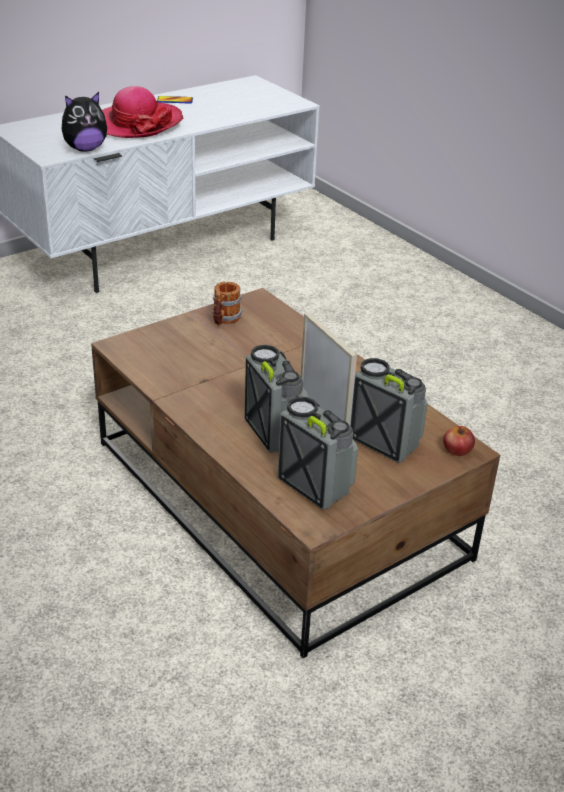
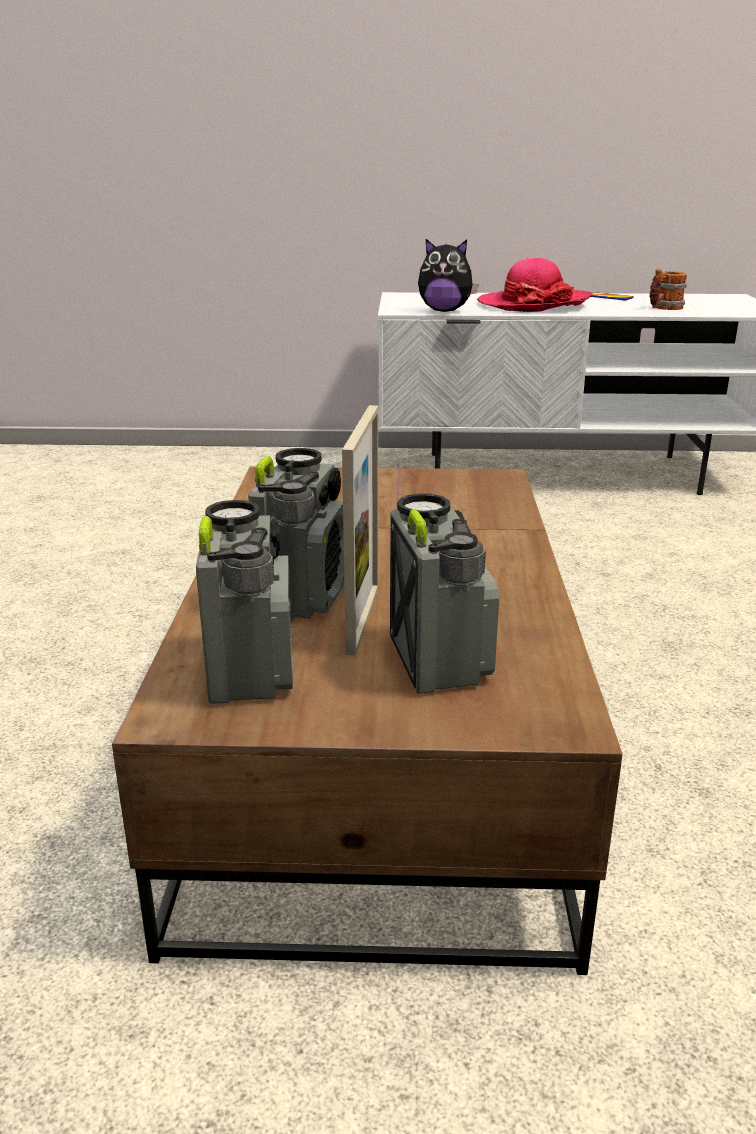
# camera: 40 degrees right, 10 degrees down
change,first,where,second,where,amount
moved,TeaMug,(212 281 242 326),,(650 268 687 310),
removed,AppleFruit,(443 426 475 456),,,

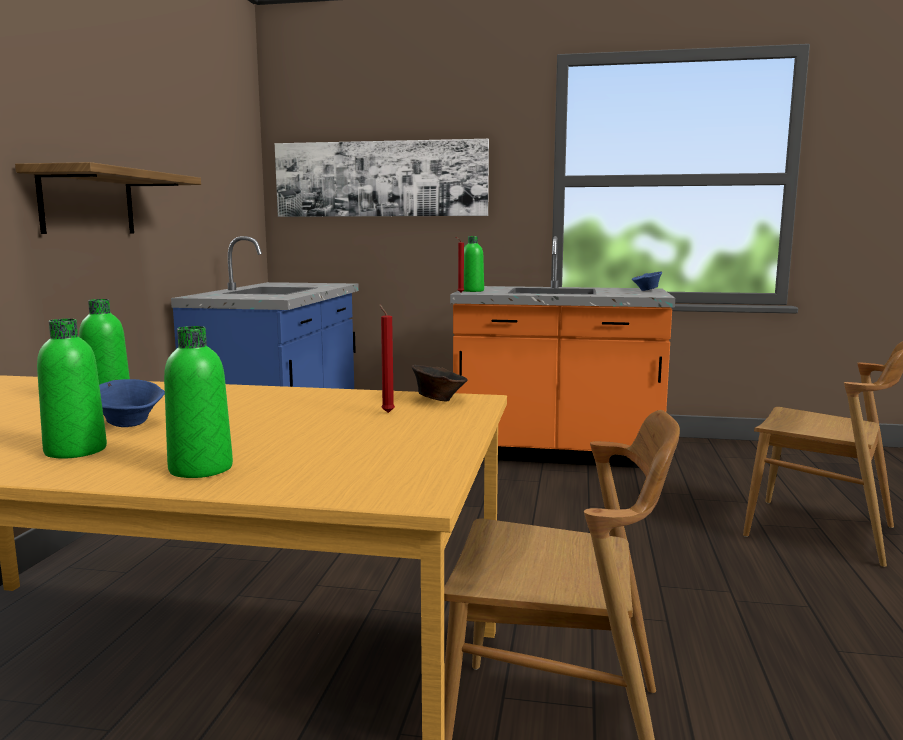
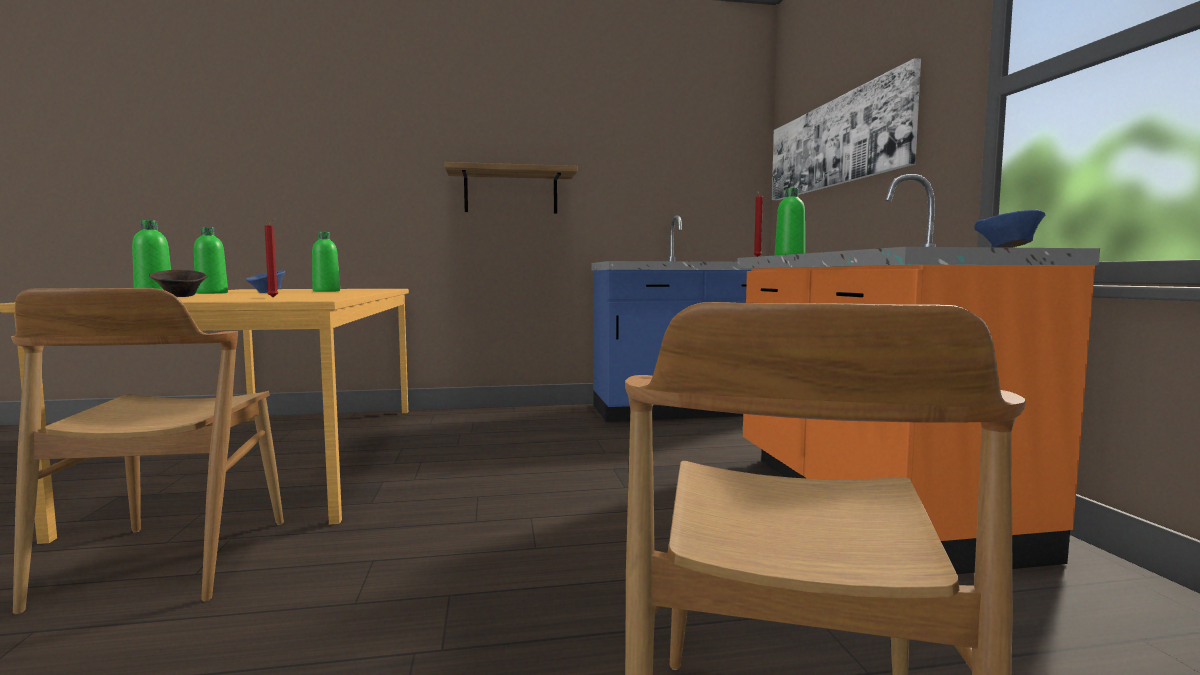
# camera: 70 degrees right, 5 degrees down
change,first,where,second,where,amount
moved,BrownDeepDish,(412 365 468 401),,(149 270 208 297),

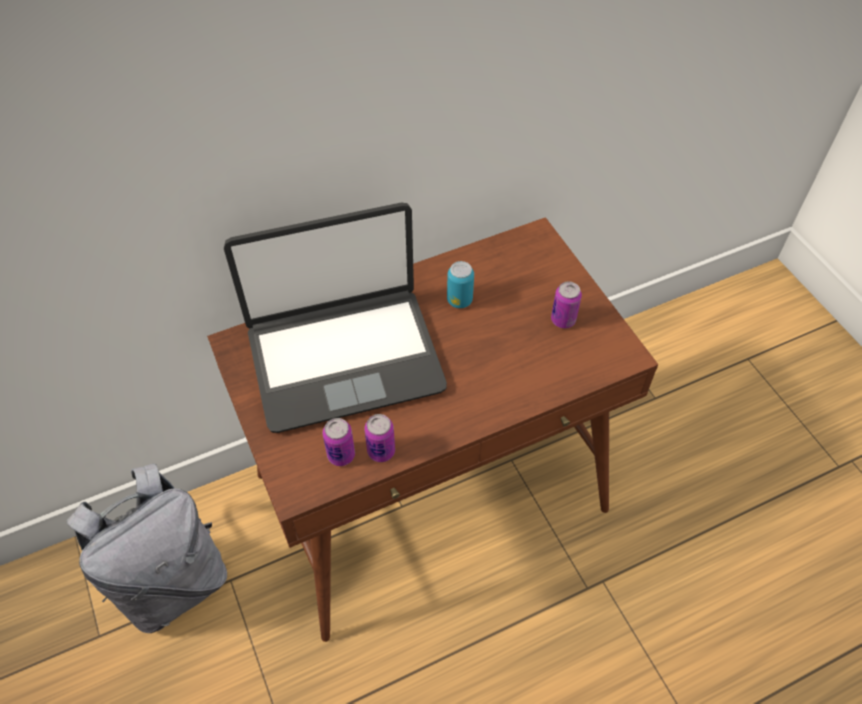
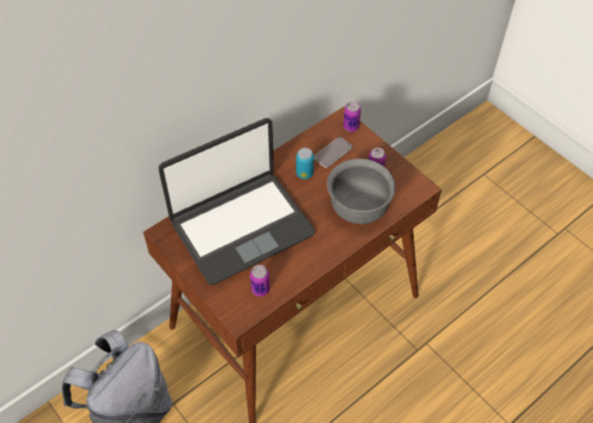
# camera: 15 degrees left, 0 degrees up
change,first,where,second,where,amount
moved,SealedCan,(364 414 395 462),,(343 101 361 132),
added,,,Phone,(314 137 352 168),
added,,,GreyDeepDish,(327 159 395 224),

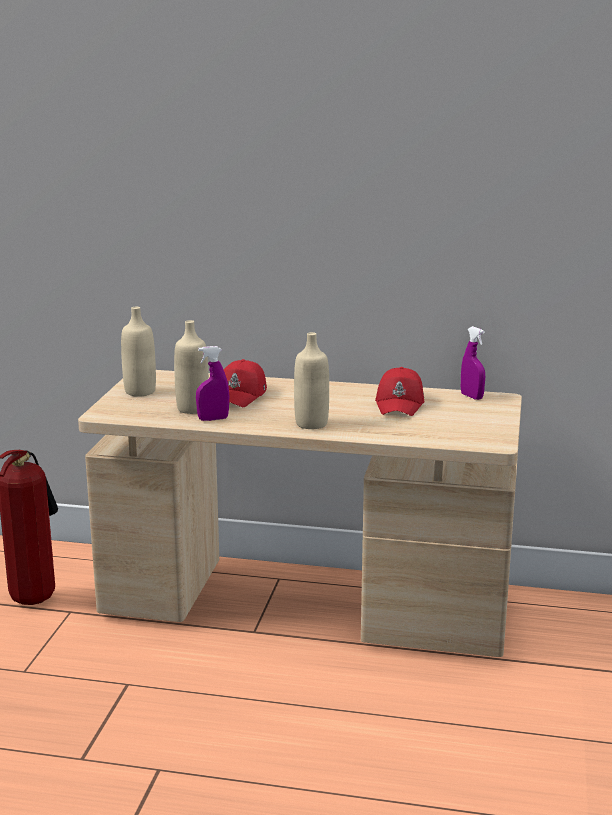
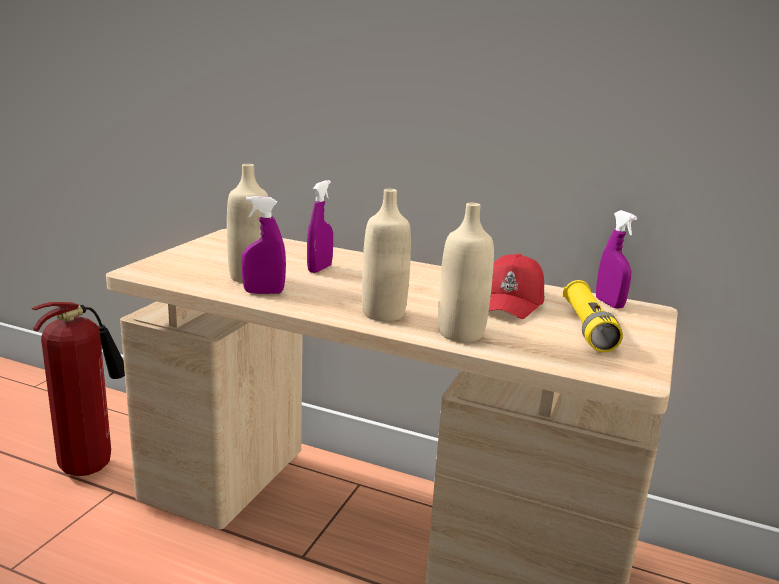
# camera: 10 degrees right, 0 degrees up
change,first,where,second,where,amount
moved,BeigeBottle,(121 306 156 397),,(438 203 494 343),
replaced,ReddishCap,(223 359 267 407),PurplishSprayer,(307 180 333 273),
added,,,YellowColouredFlashlight,(563 280 623 352),

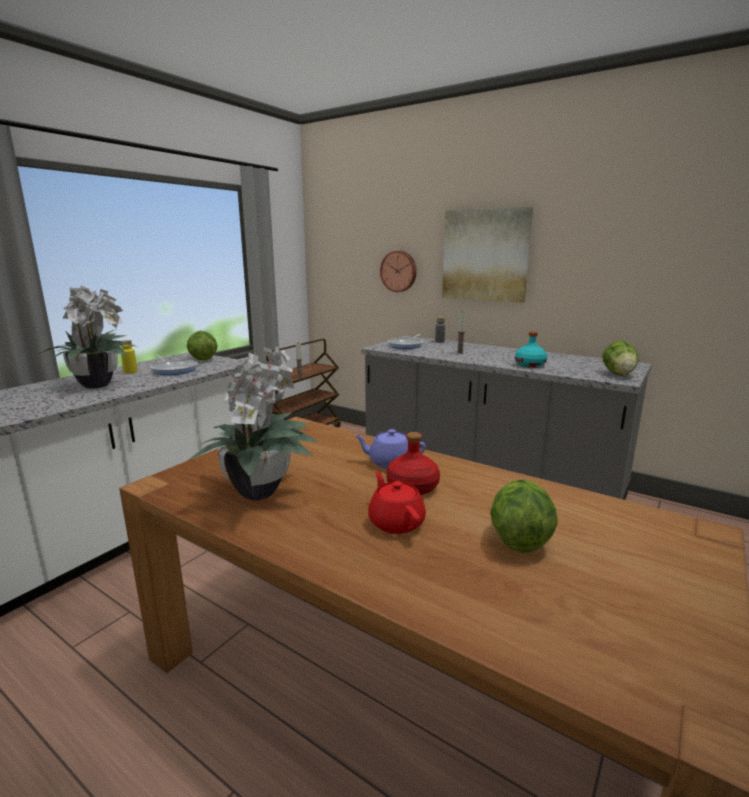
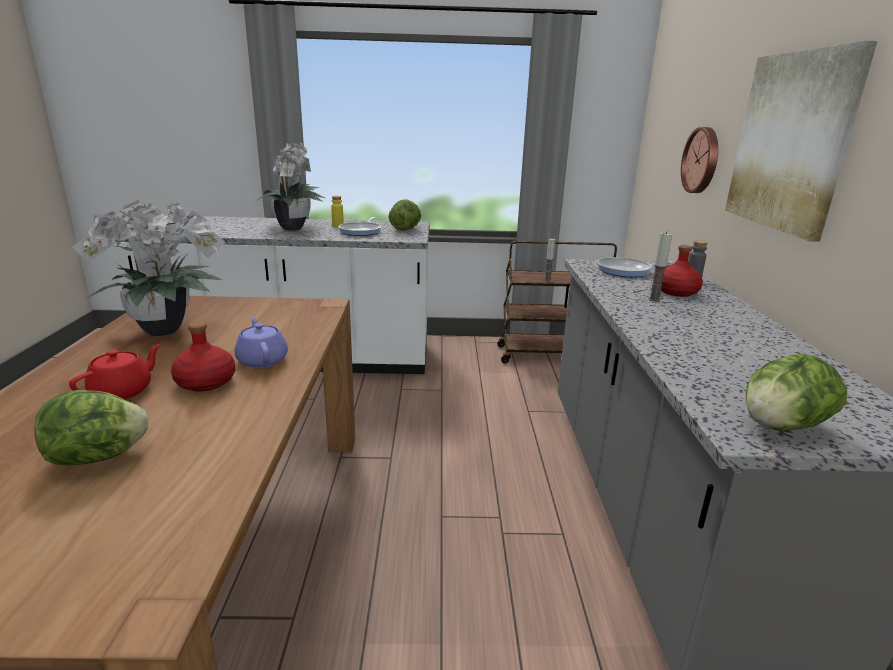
# camera: 55 degrees right, 5 degrees up
change,first,where,second,where,amount
removed,TurquoiseBottle,(515 331 547 368),,,
added,,,ReddishBottle,(661 245 703 297),

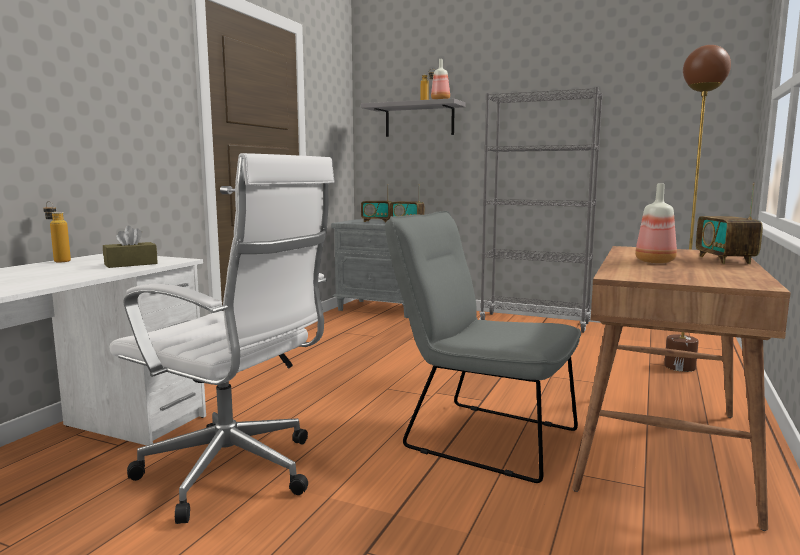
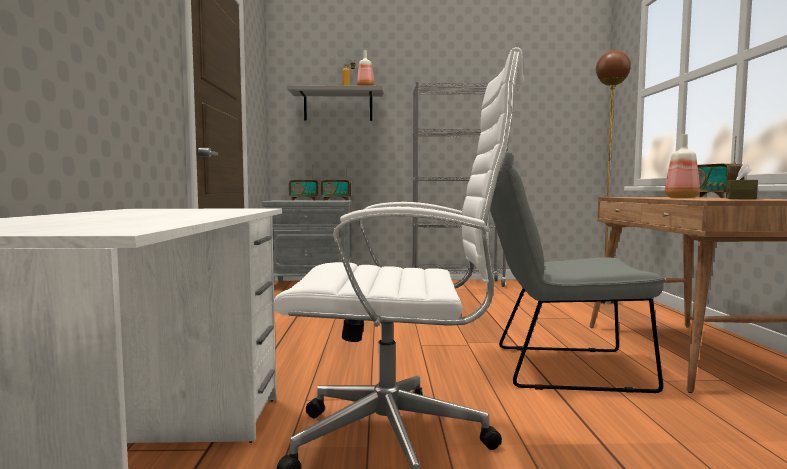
# camera: 25 degrees left, 5 degrees down
change,first,where,second,where,amount
removed,Bottle,(43 201 71 262),,,
moved,BrownTissueHolder,(103 225 158 268),,(726 162 758 199),

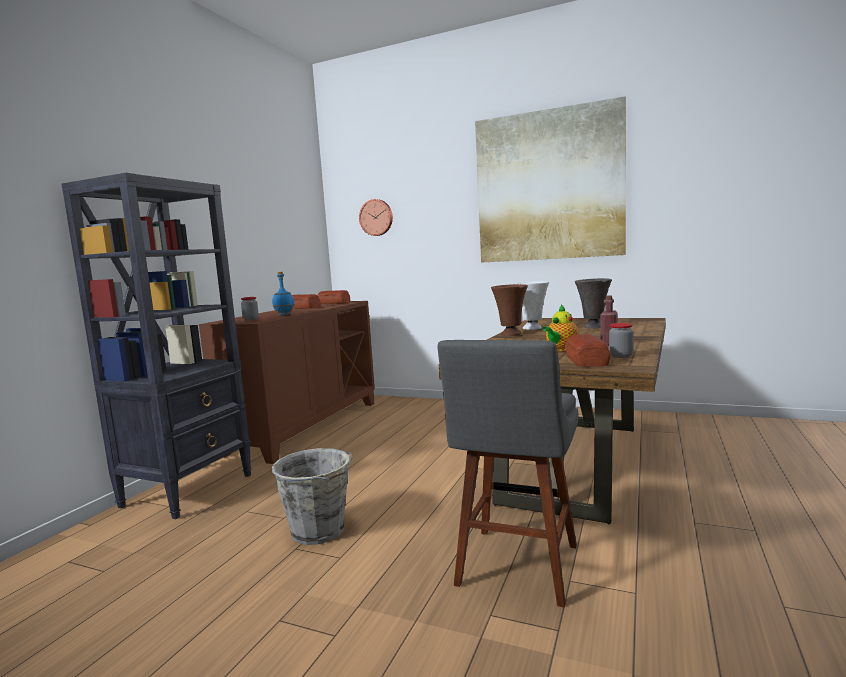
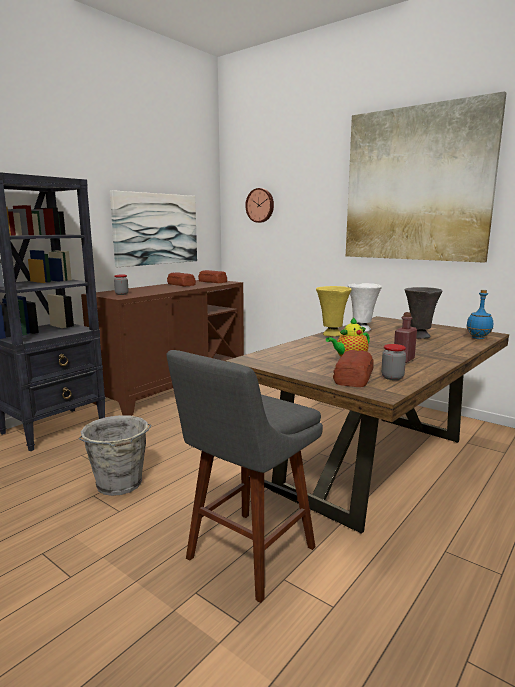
# camera: 15 degrees right, 5 degrees up
change,first,where,second,where,amount
moved,BlueColouredBottle,(272 272 295 315),,(466 290 493 339),
recoloured,BrownFlowerVase,(491 284 528 336),YellowColouredFlowerVase,(316 286 352 337),
added,,,WallPicture,(110 190 197 267),

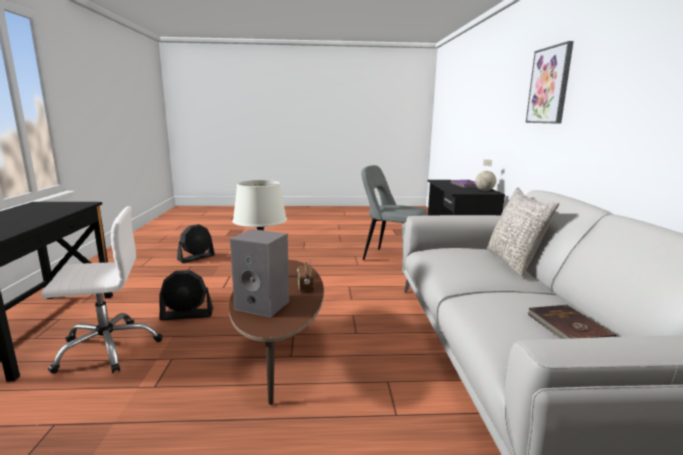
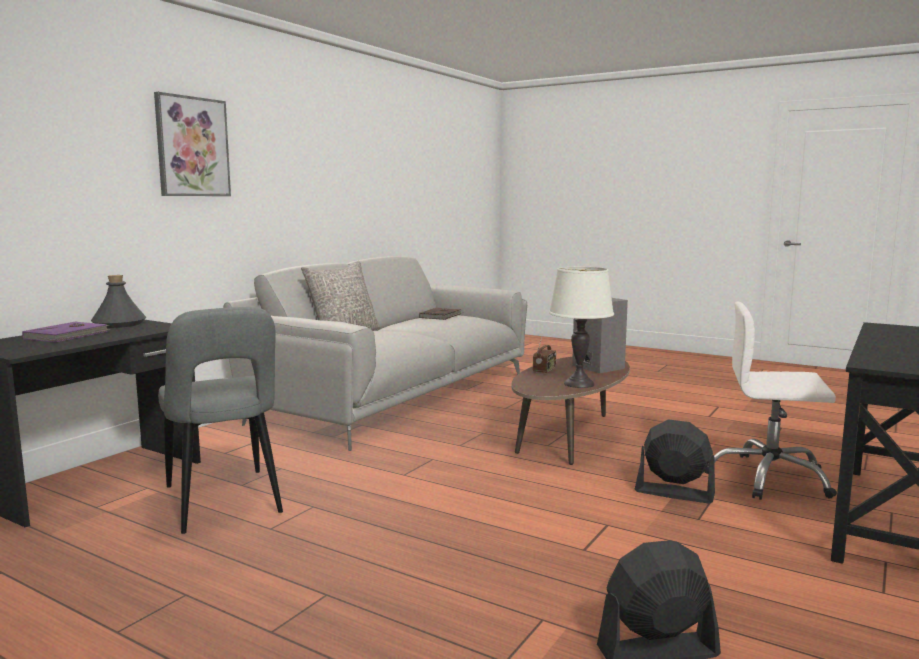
# camera: 145 degrees left, 5 degrees down
change,first,where,second,where,amount
replaced,Globe,(475 159 496 191),GreyBottle,(91 275 146 328),

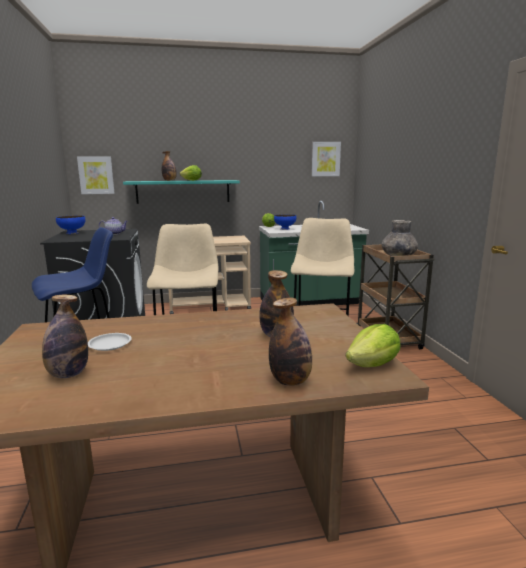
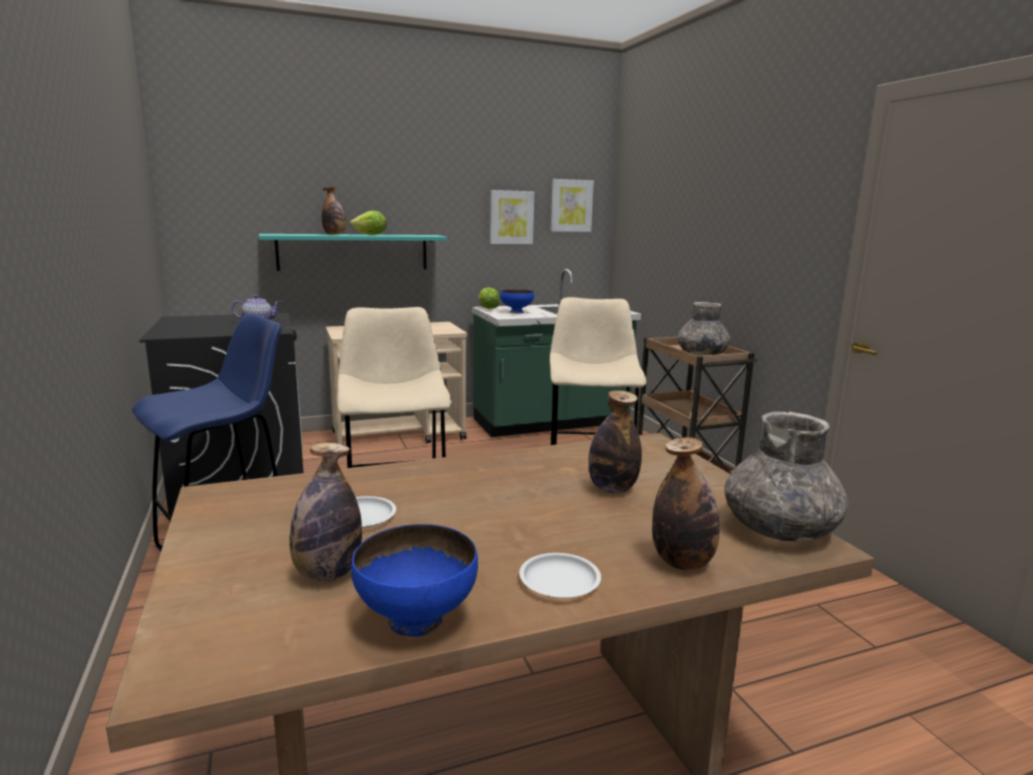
# camera: 10 degrees left, 0 degrees up
change,first,where,second,where,amount
moved,BlueColouredDeepDish,(56 215 85 234),,(351 524 478 637),
moved,WallPicture,(77 157 115 194),,(490 190 534 244),
replaced,LettuceHead,(346 324 401 367),GreyFlowerVase,(725 412 848 542),
added,,,WhiteFlatDish,(519 553 601 598),

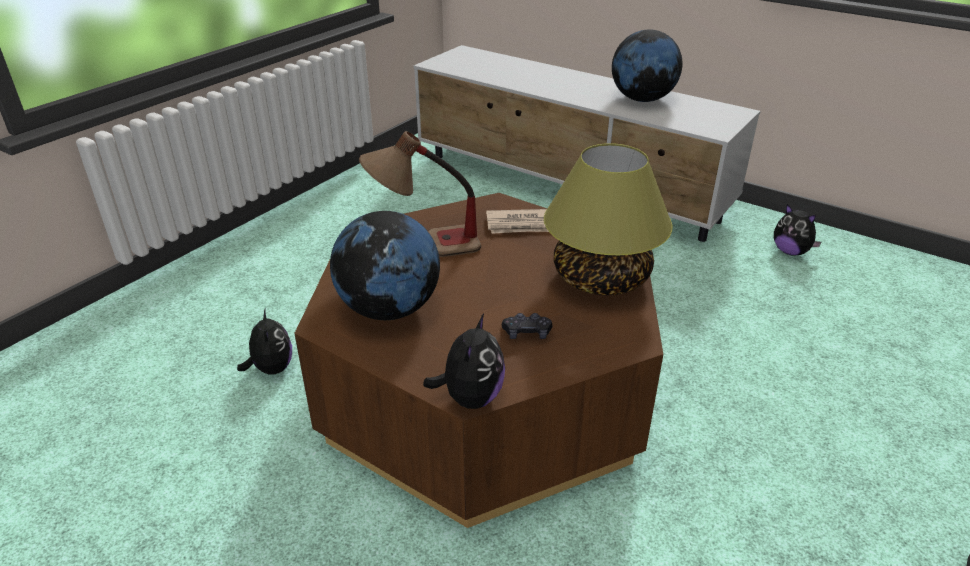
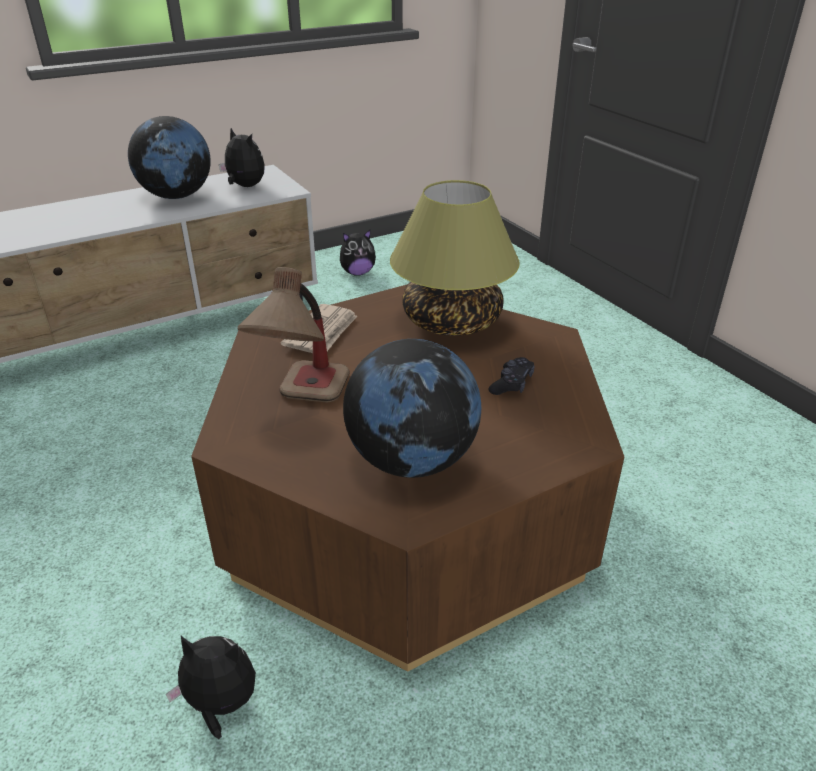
# camera: 65 degrees left, 0 degrees up
change,first,where,second,where,amount
moved,PlushToy,(423 313 505 409),,(219 128 265 187),

